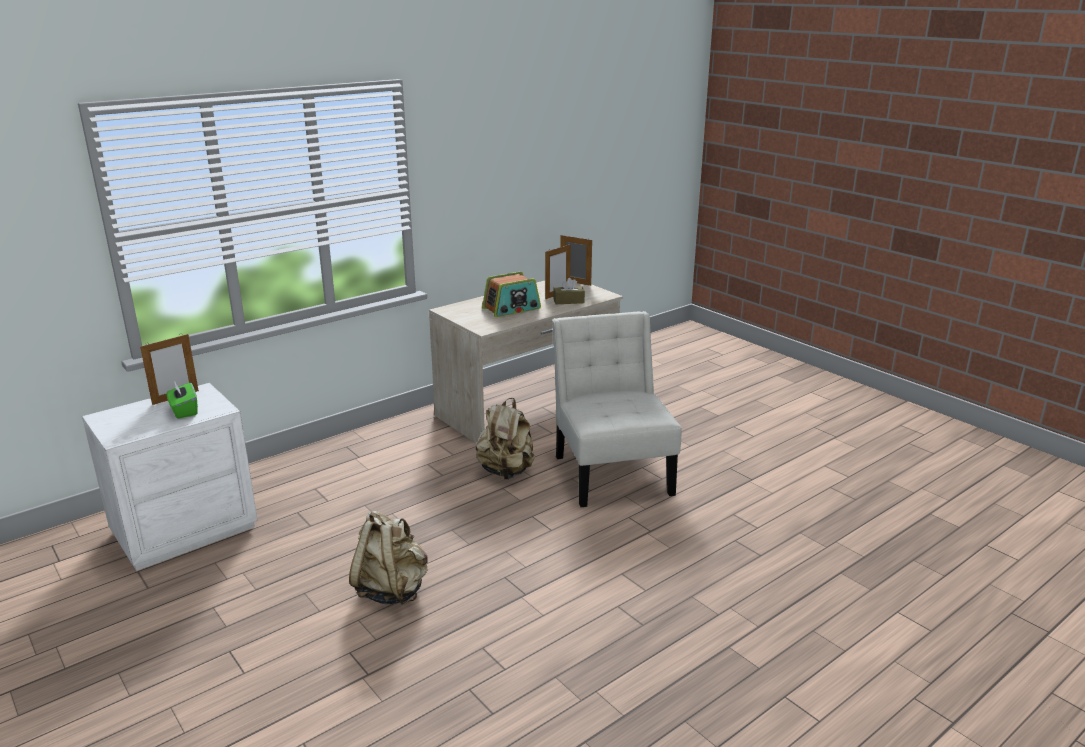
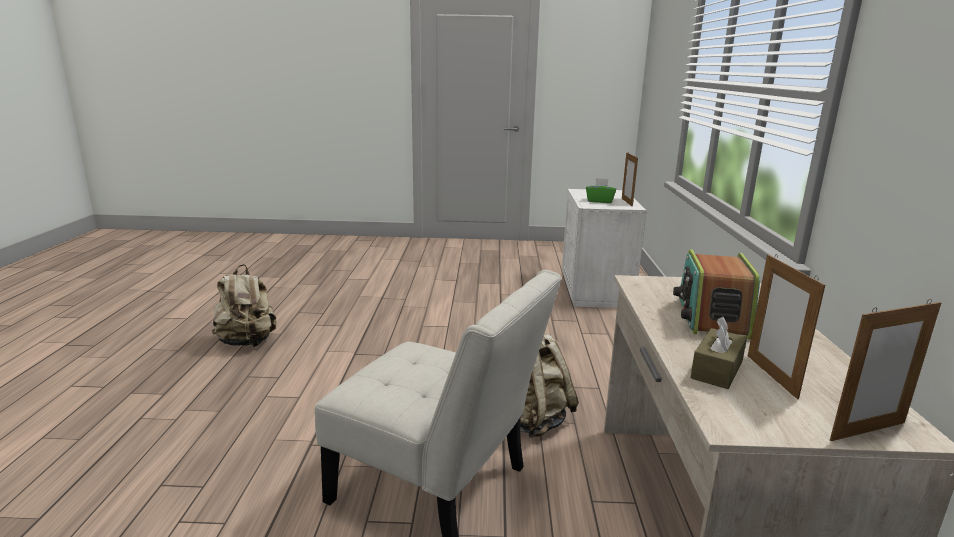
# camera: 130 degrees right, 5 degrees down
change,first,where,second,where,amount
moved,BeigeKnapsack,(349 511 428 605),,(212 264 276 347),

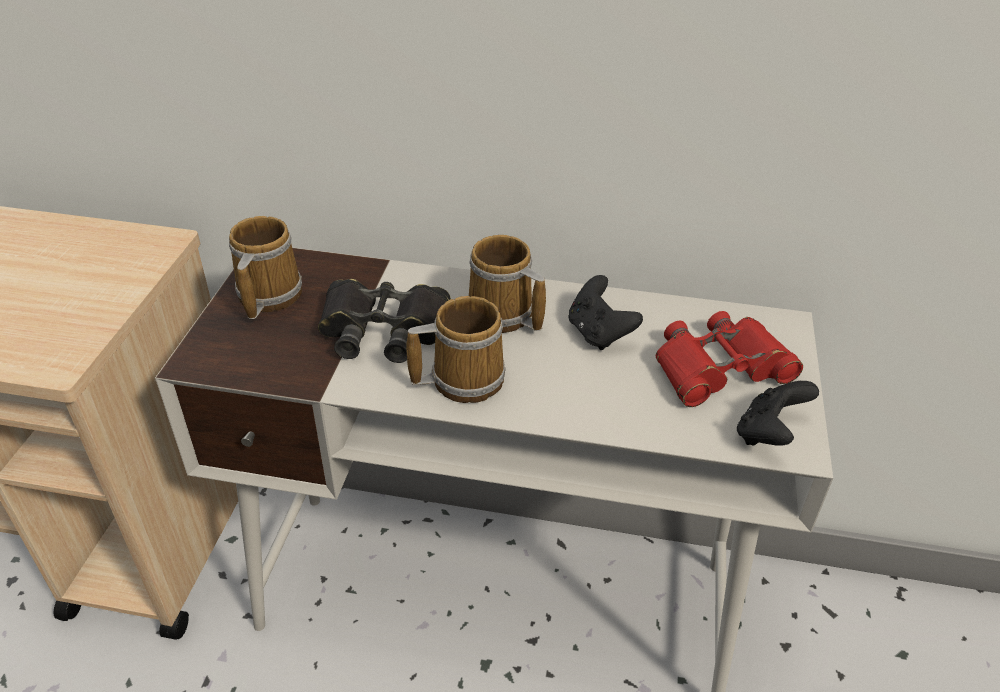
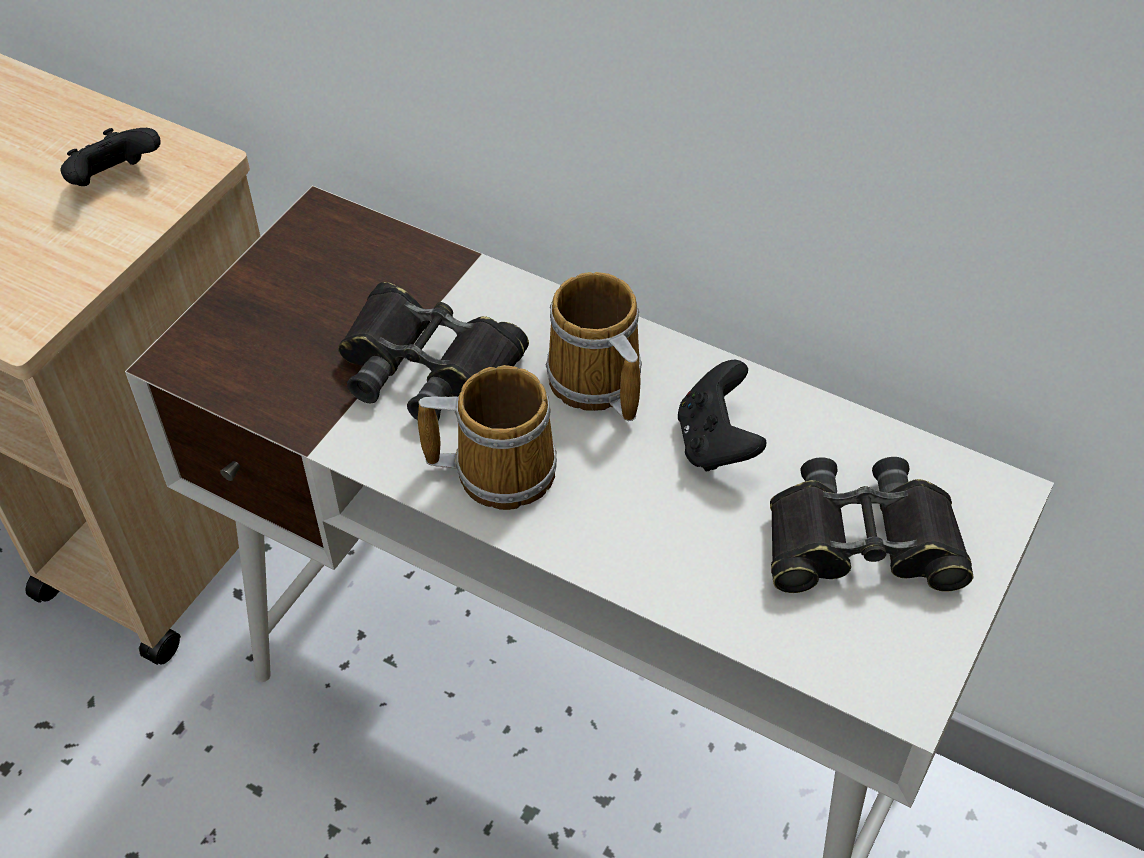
# camera: 20 degrees right, 10 degrees up
change,first,where,second,where,amount
removed,TeaMug,(229 216 302 319),,,
recoloured,ReddishPairOfBinoculars,(656 311 803 407),BlackColouredPairOfBinoculars,(770 457 974 593),
moved,BlackColouredGameController,(737 381 819 446),,(61 128 161 186),

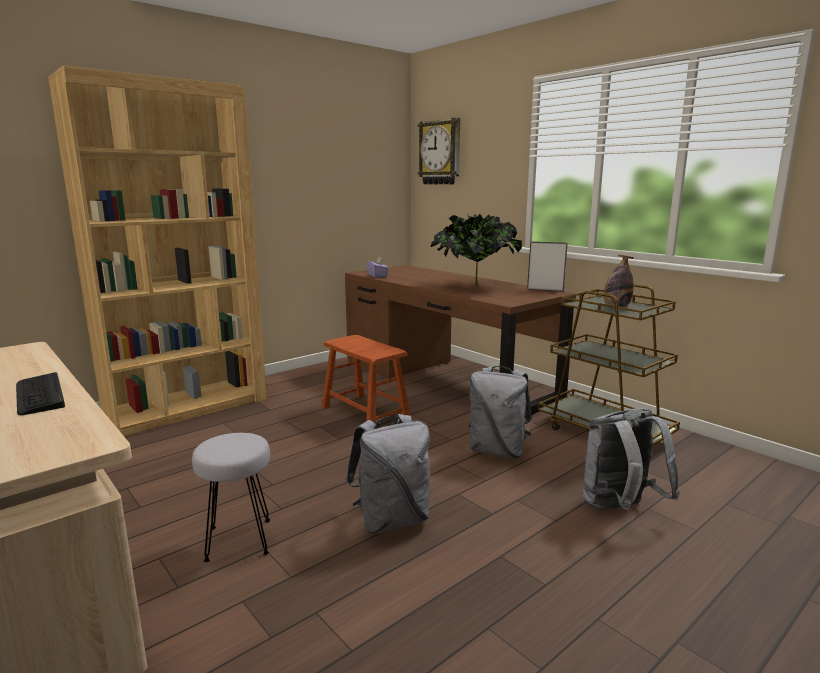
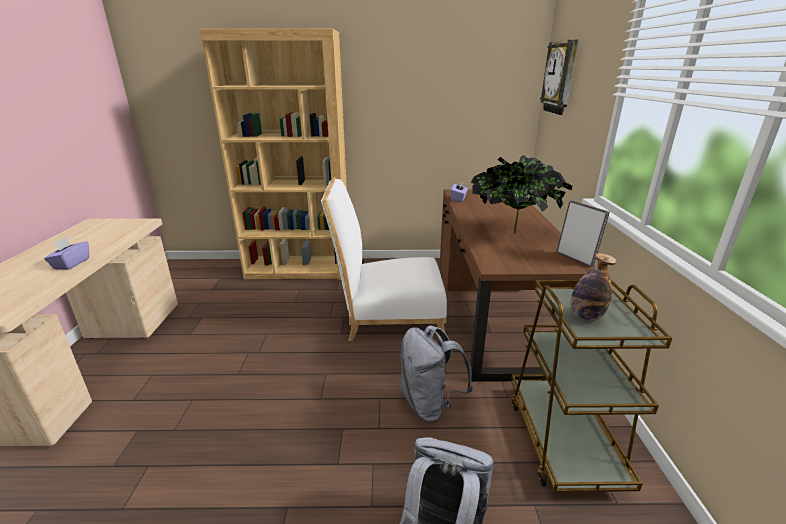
# camera: 40 degrees right, 10 degrees up
change,first,where,second,where,amount
replaced,Keyboard,(16 372 65 415),PurplishTissueHolder,(44 237 89 270),
removed,GreyStool,(192 433 270 562),,,
replaced,BrownStool,(321 335 411 423),WhiteUprightChair,(321 177 447 341),
removed,GreyKnapsack,(346 414 430 534),,,

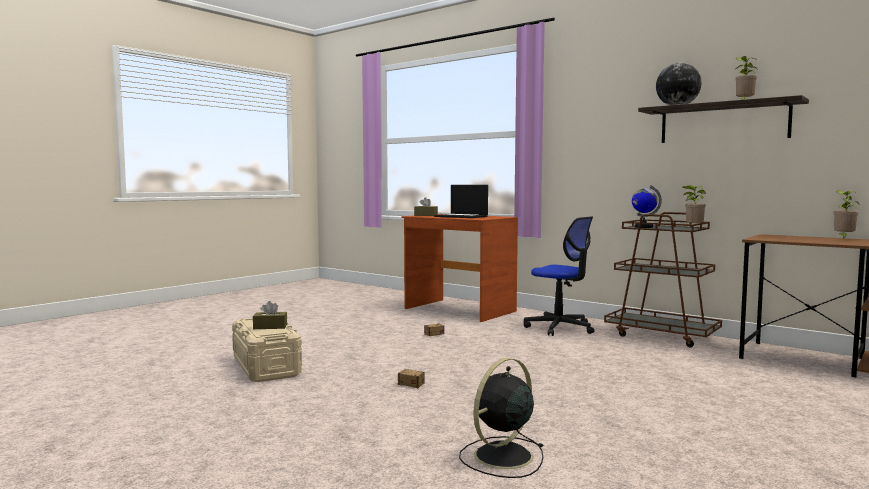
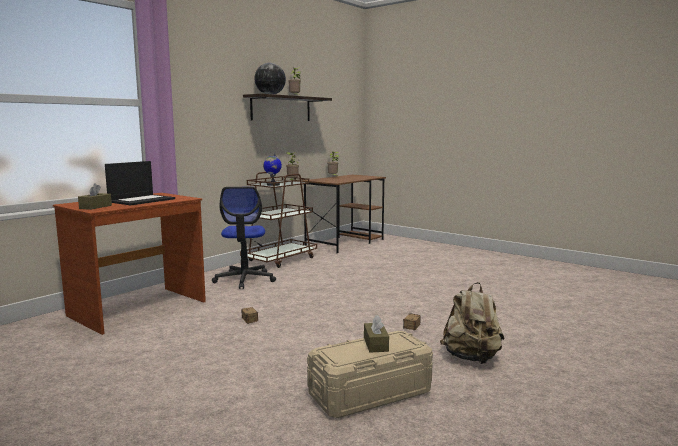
# camera: 90 degrees left, 5 degrees up
change,first,where,second,where,amount
removed,BlackColouredCoolingFan,(459 358 544 478),,,
turned,DeskChair,(524 217 594 336),,(212 187 276 289),135 degrees clockwise
added,,,BeigeKnapsack,(440 282 505 364),

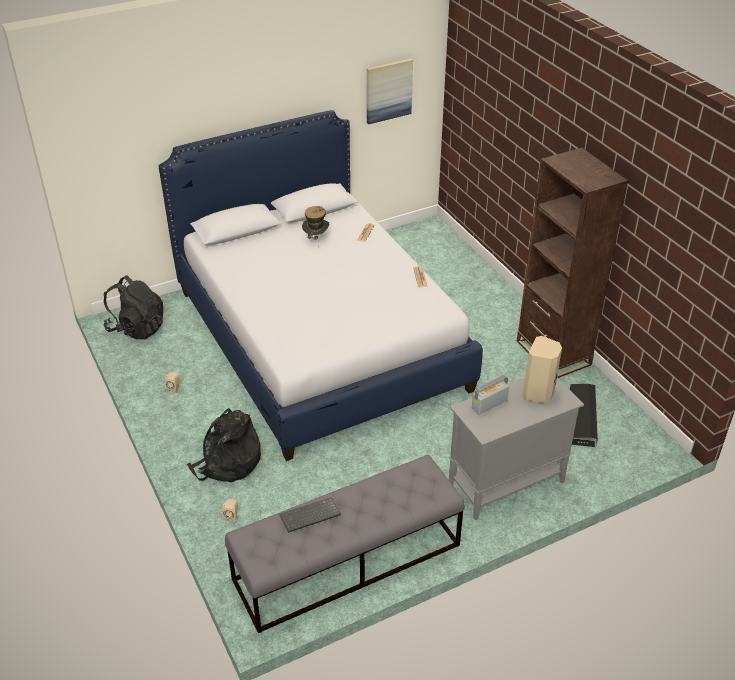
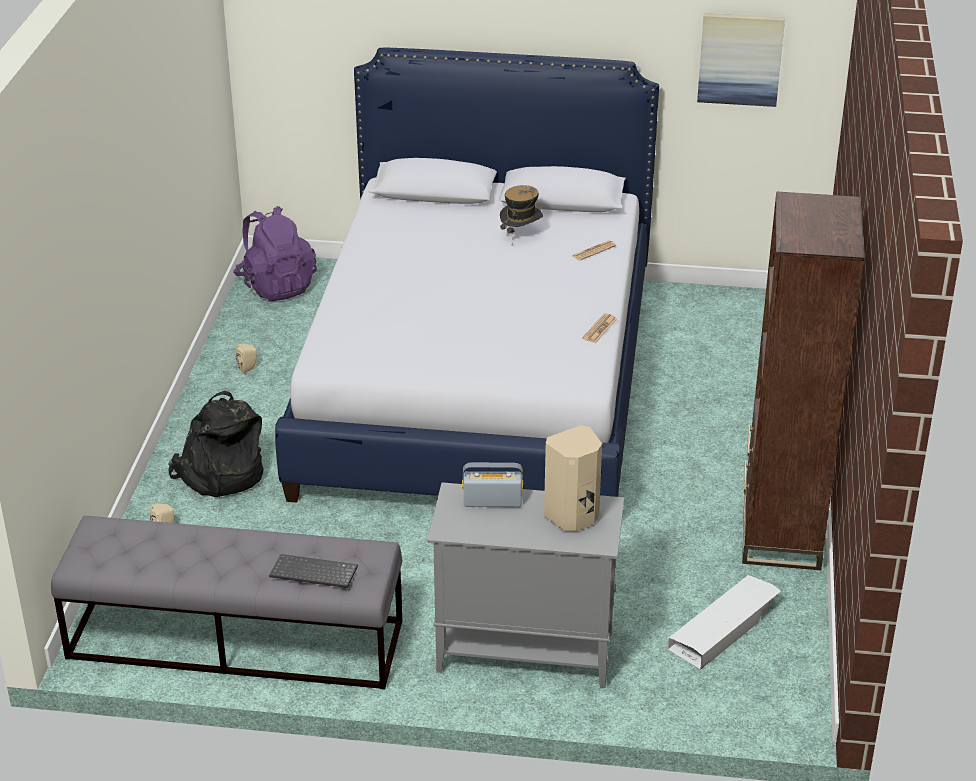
# camera: 35 degrees right, 5 degrees down
change,first,where,second,where,amount
recoloured,BlackColouredKnapsack,(104 275 163 340),PurplishKnapsack,(233 206 317 301),
moved,Keyboard,(279 497 341 533),,(269 554 358 588),
recoloured,BlackColouredStorageBin,(570 384 598 447),WhiteStorageBin,(668 575 781 670),

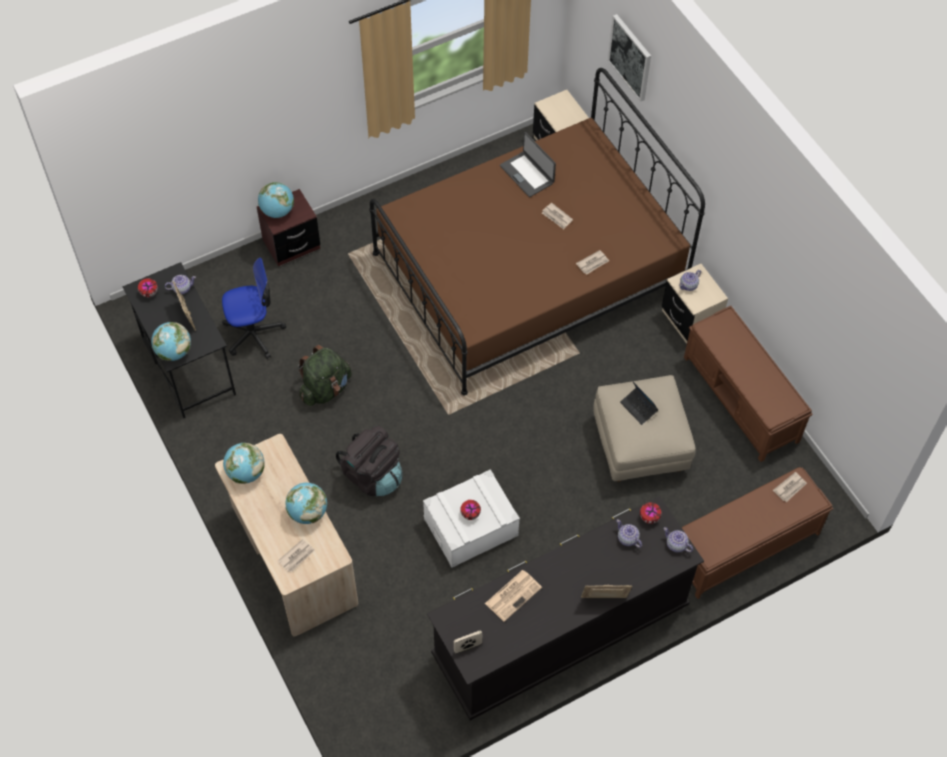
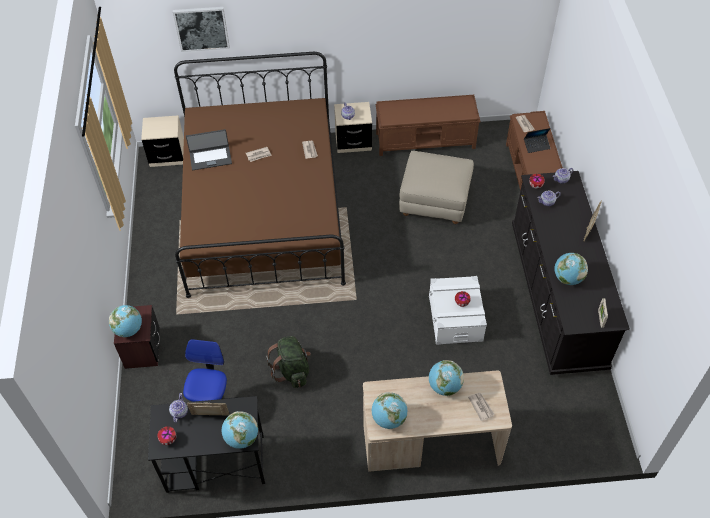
# camera: 65 degrees left, 5 degrees down
change,first,where,second,where,amount
removed,BlackColouredKnapsack,(336 425 402 496),,,
replaced,Newspaper,(485 570 542 622),Globe,(555 253 588 285),
moved,Laptop,(620 381 658 425),,(524 128 551 153),

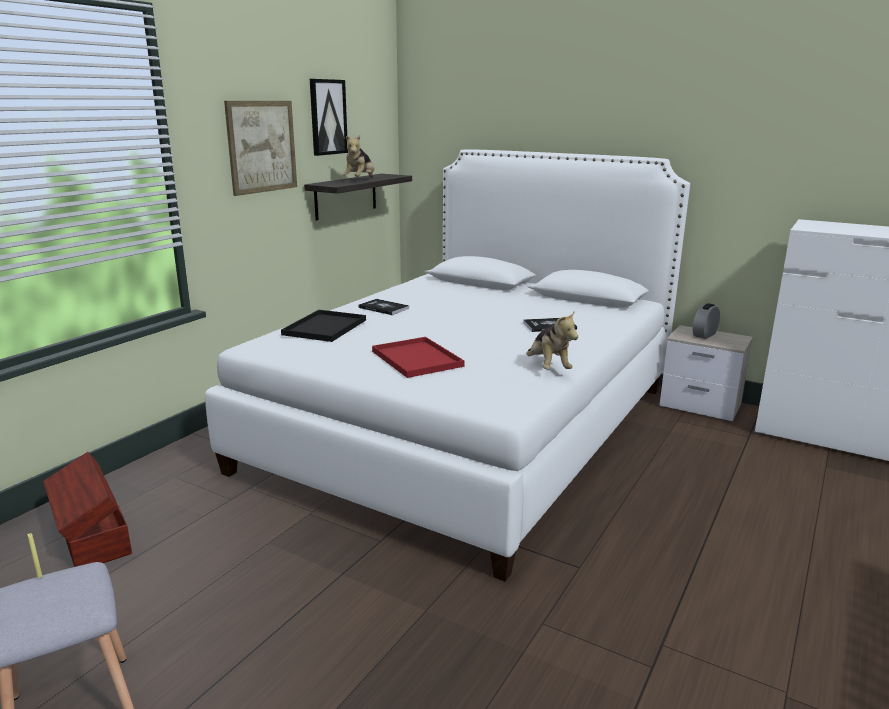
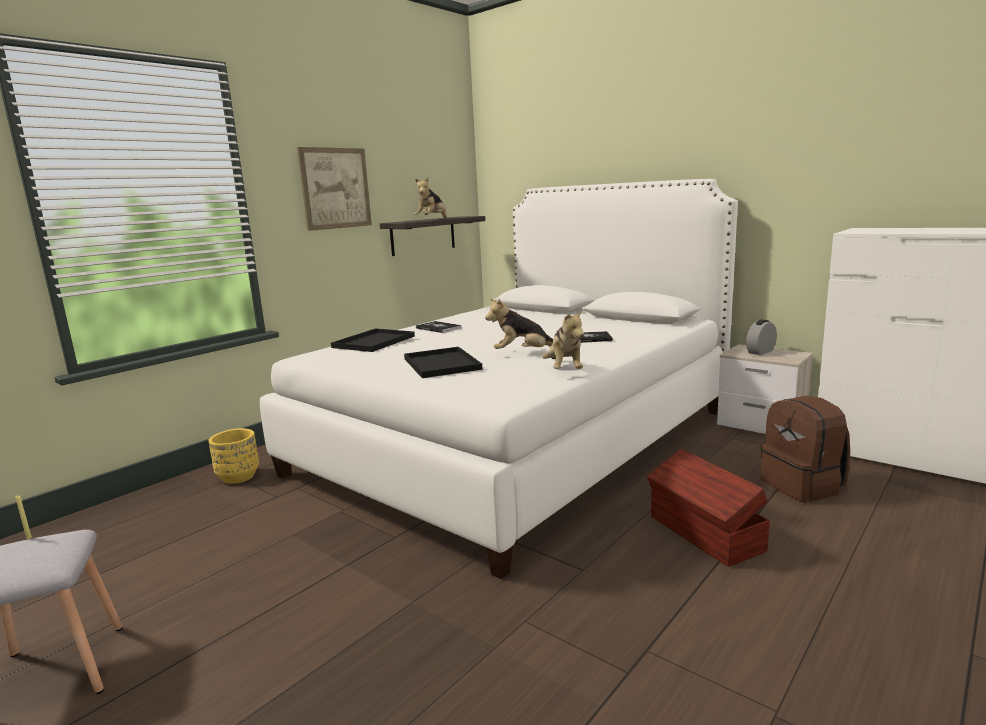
# camera: 10 degrees right, 5 degrees down
change,first,where,second,where,amount
moved,BrownStorageBin,(43 452 132 567),,(647 449 770 567),
removed,WallPicture,(310 79 348 156),,,
recoloured,ReddishCarryingTray,(372 337 464 378),BlackColouredCarryingTray,(404 347 482 378),
added,,,YellowColouredFlowerPot,(209 428 259 484),
added,,,PlushToy,(485 298 553 349),
added,,,BrownKnapsack,(761 396 850 503),

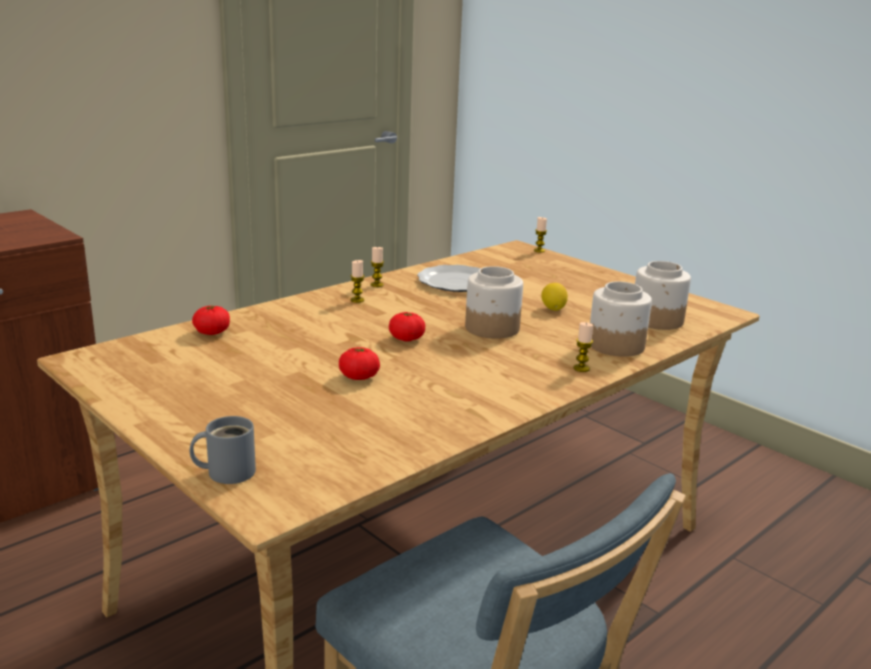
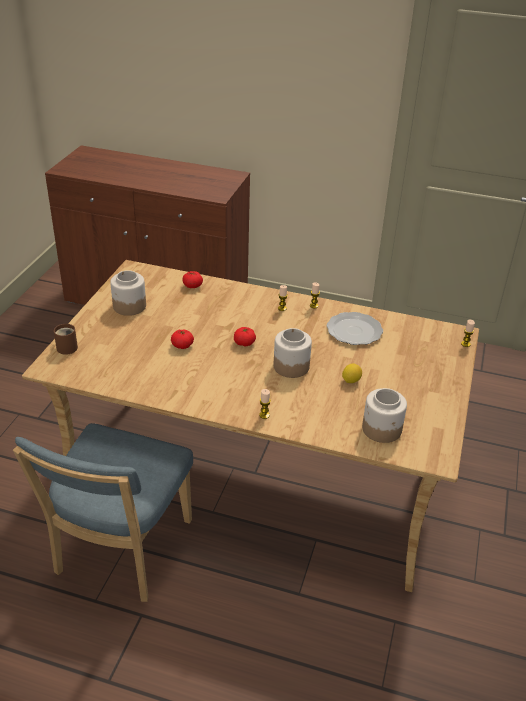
# camera: 60 degrees right, 15 degrees up
change,first,where,second,where,amount
recoloured,GreyTeaMug,(190 416 256 484),BrownTeaMug,(54 324 78 355),
moved,Jar,(590 281 652 357),,(110 270 146 316),

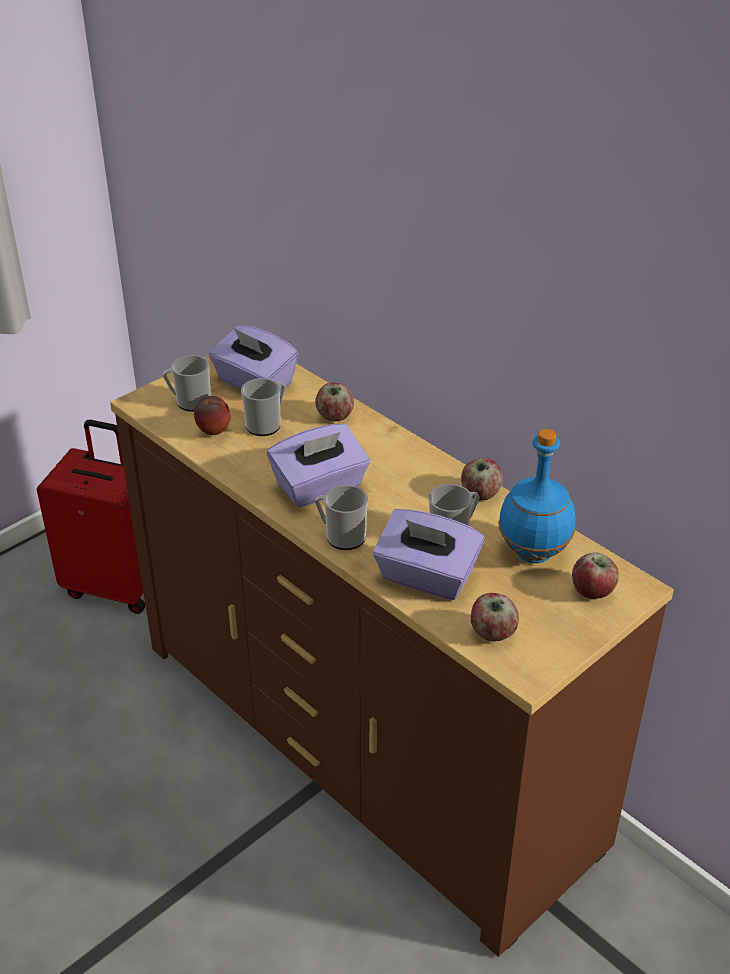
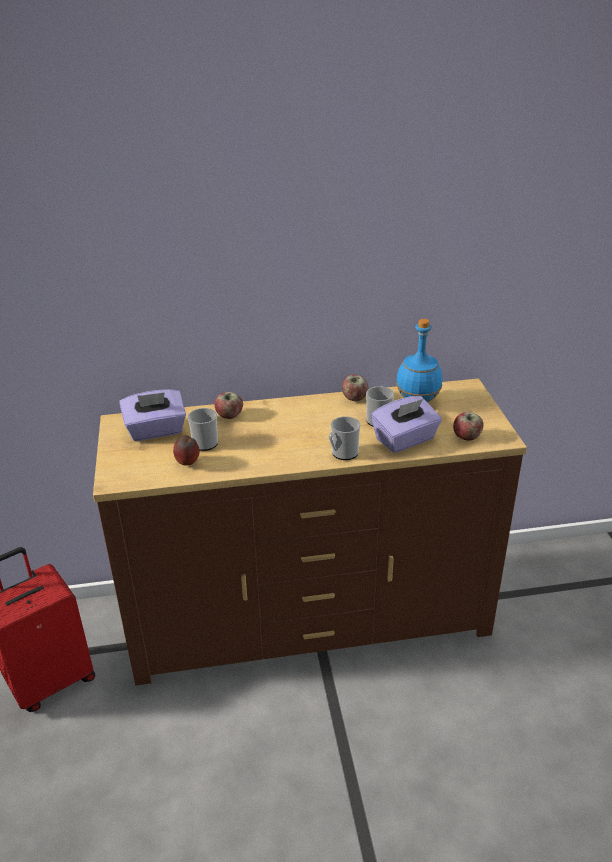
# camera: 55 degrees left, 5 degrees down
change,first,where,second,where,amount
removed,TeaMug,(163 355 211 412),,,
removed,PurplishTissueHolder,(267 424 370 507),,,
removed,AppleFruit,(572 553 619 599),,,

